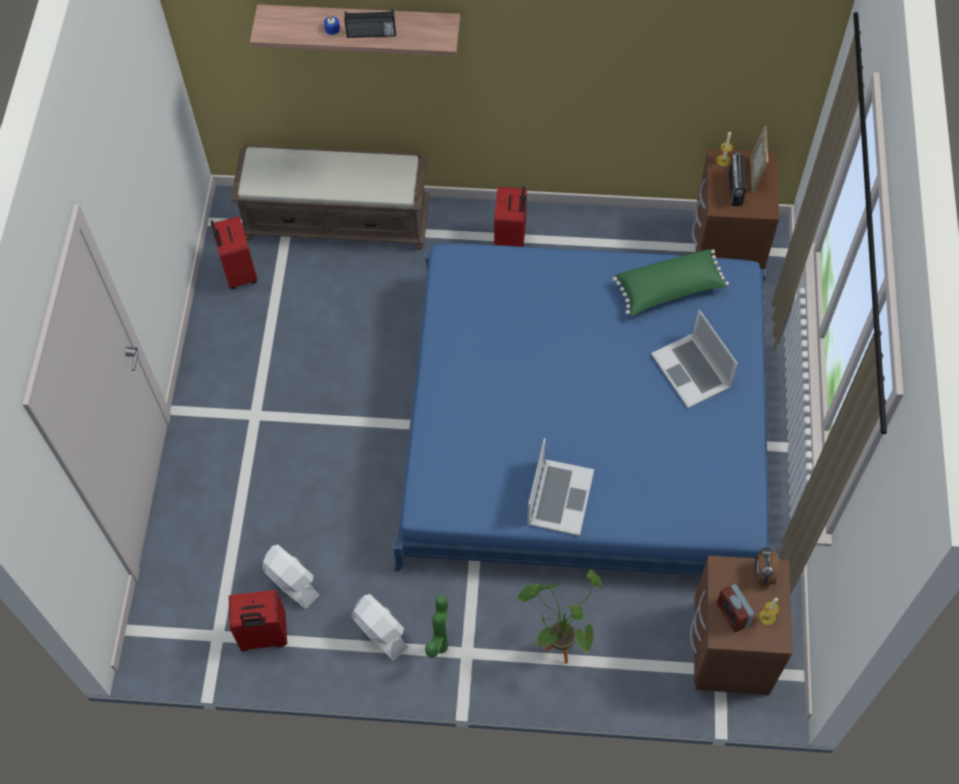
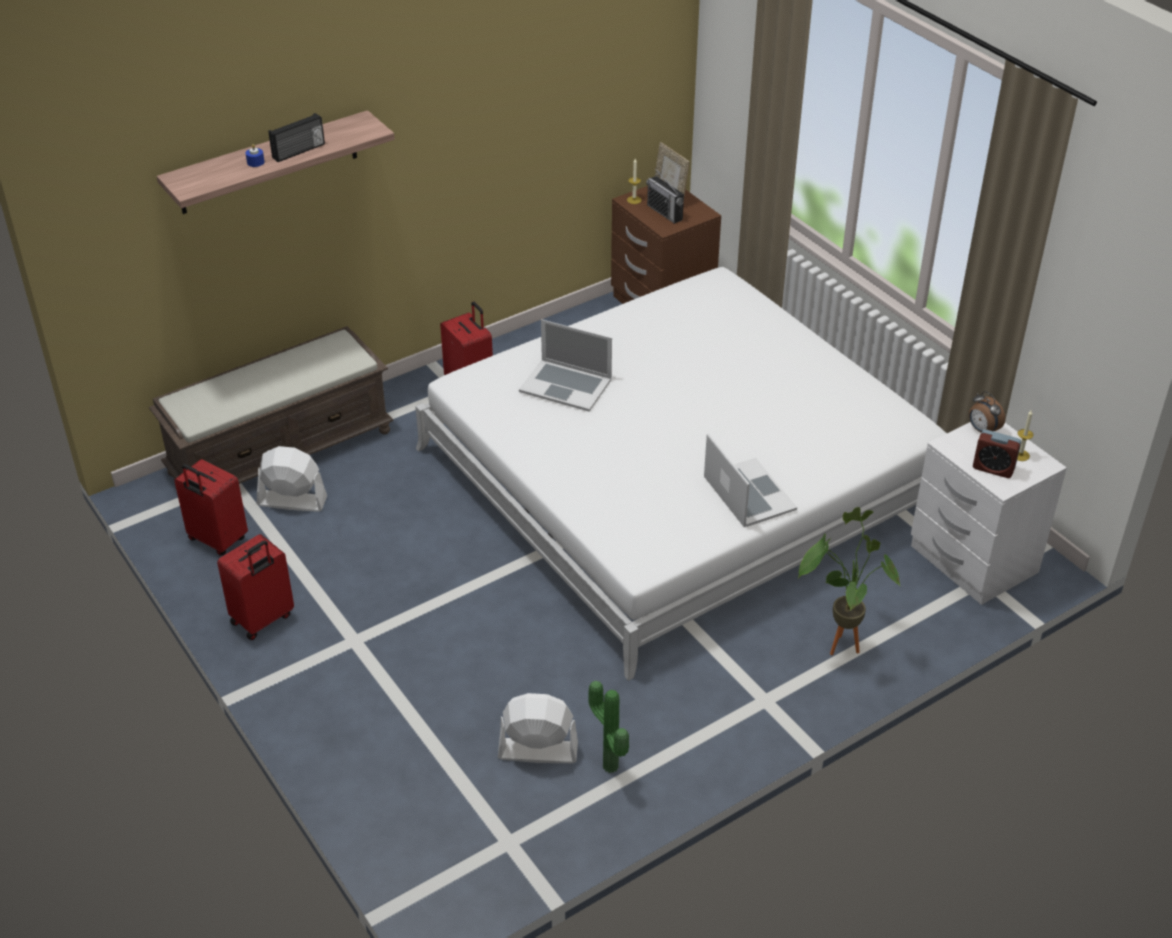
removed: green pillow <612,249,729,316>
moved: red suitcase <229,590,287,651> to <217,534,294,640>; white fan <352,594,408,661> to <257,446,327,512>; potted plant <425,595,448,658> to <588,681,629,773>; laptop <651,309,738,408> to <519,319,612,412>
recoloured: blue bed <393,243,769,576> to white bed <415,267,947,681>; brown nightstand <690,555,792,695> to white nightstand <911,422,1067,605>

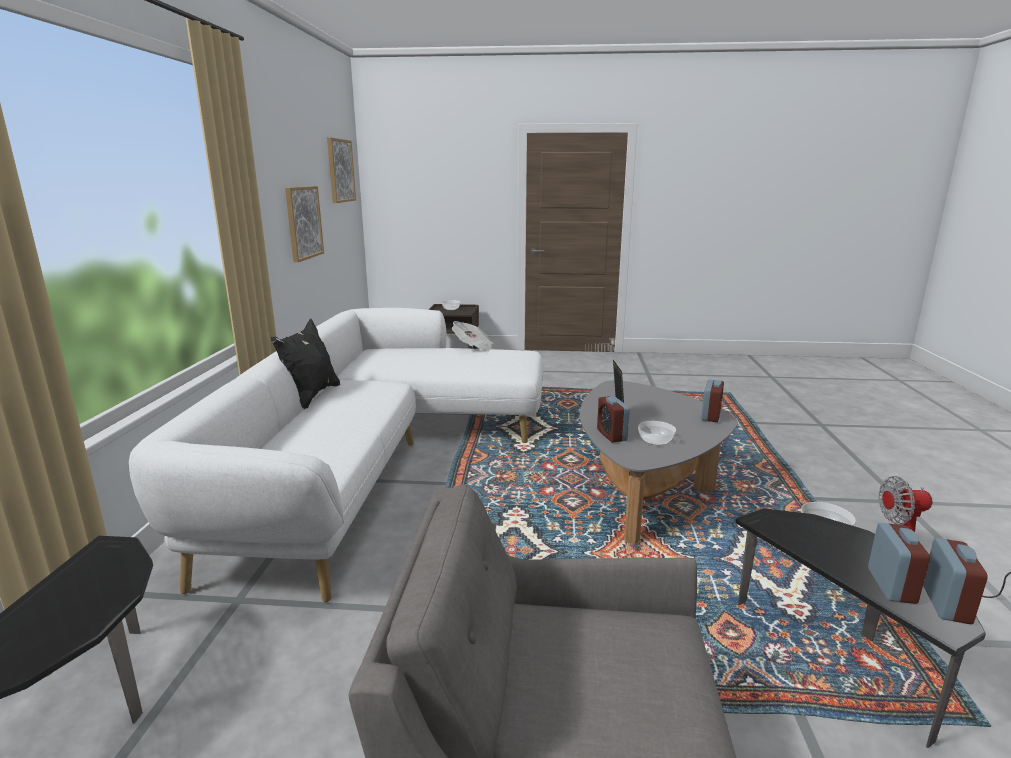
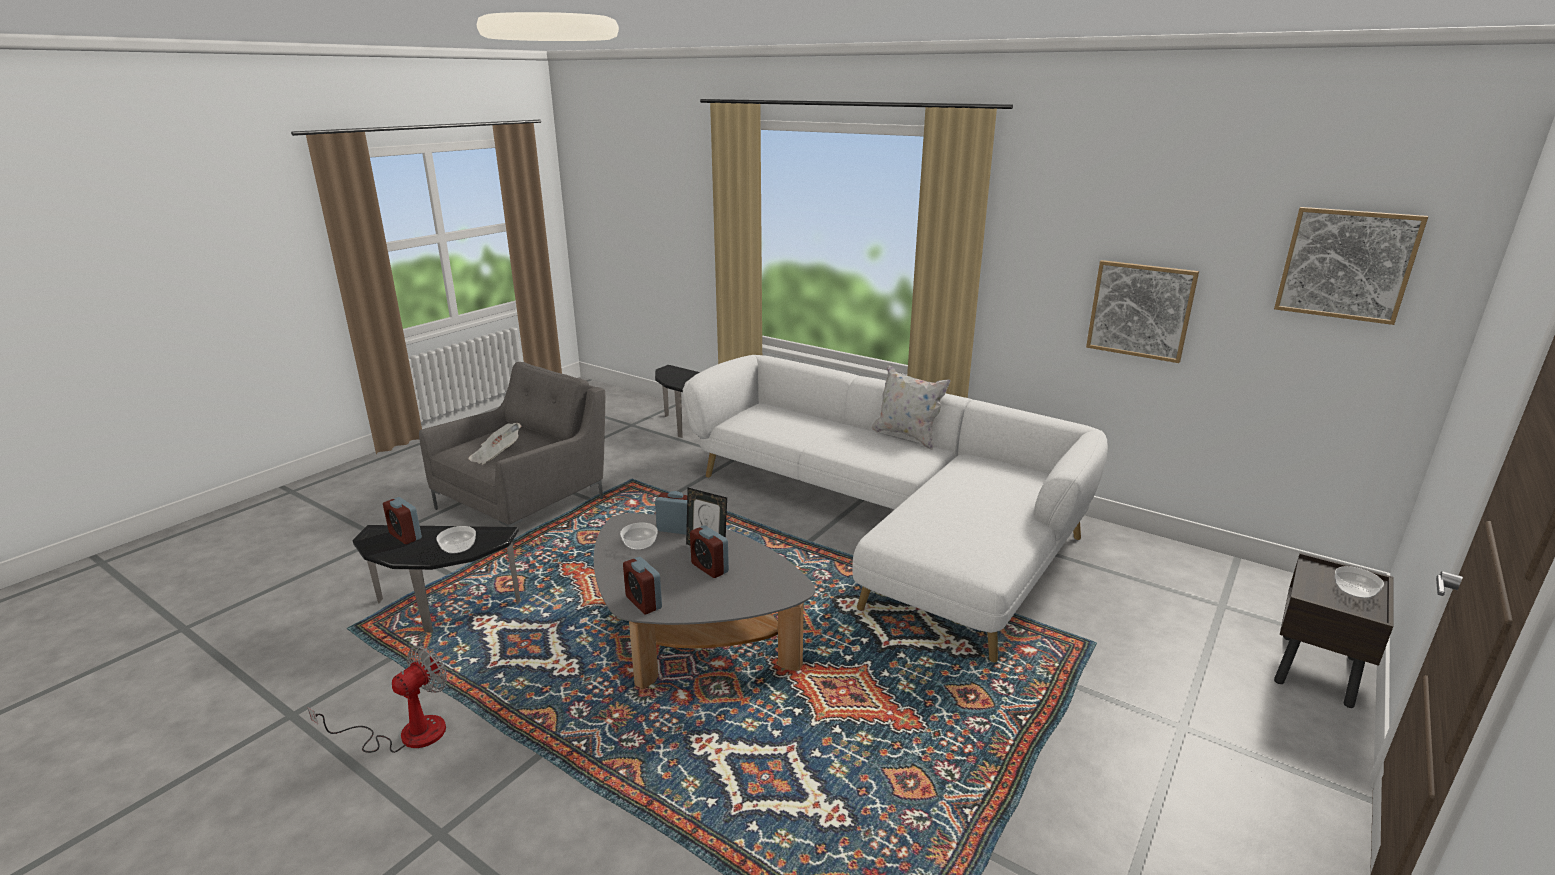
moved: newspaper <452,321,493,352> to <469,423,521,465>; alarm clock <923,538,988,624> to <690,525,729,578>
recoloured: black pillow <271,319,340,409> to white pillow <872,365,951,450>

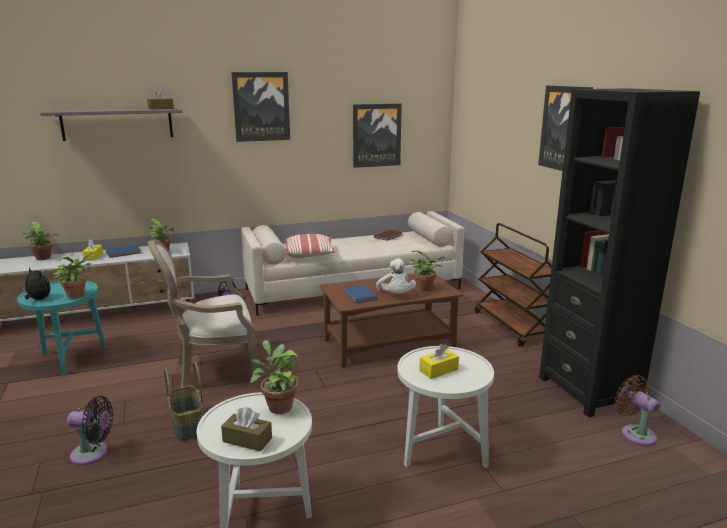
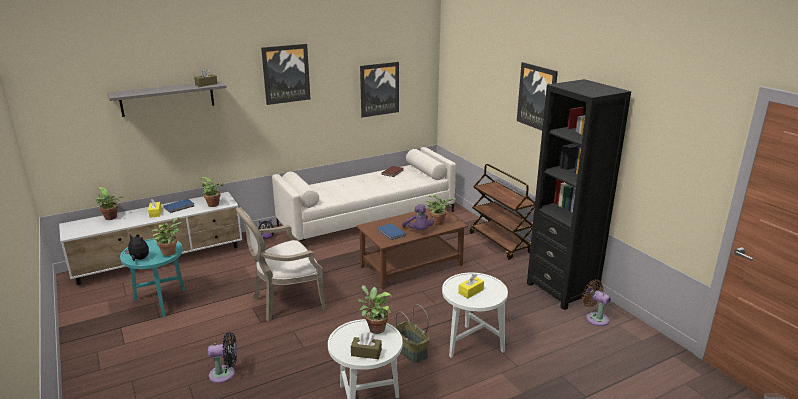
removed: pillow <285,234,335,258>
moved: basket <164,362,203,441> to <394,304,429,363>
recoloured: white plush toy <376,259,416,294> to purple plush toy <402,204,434,230>

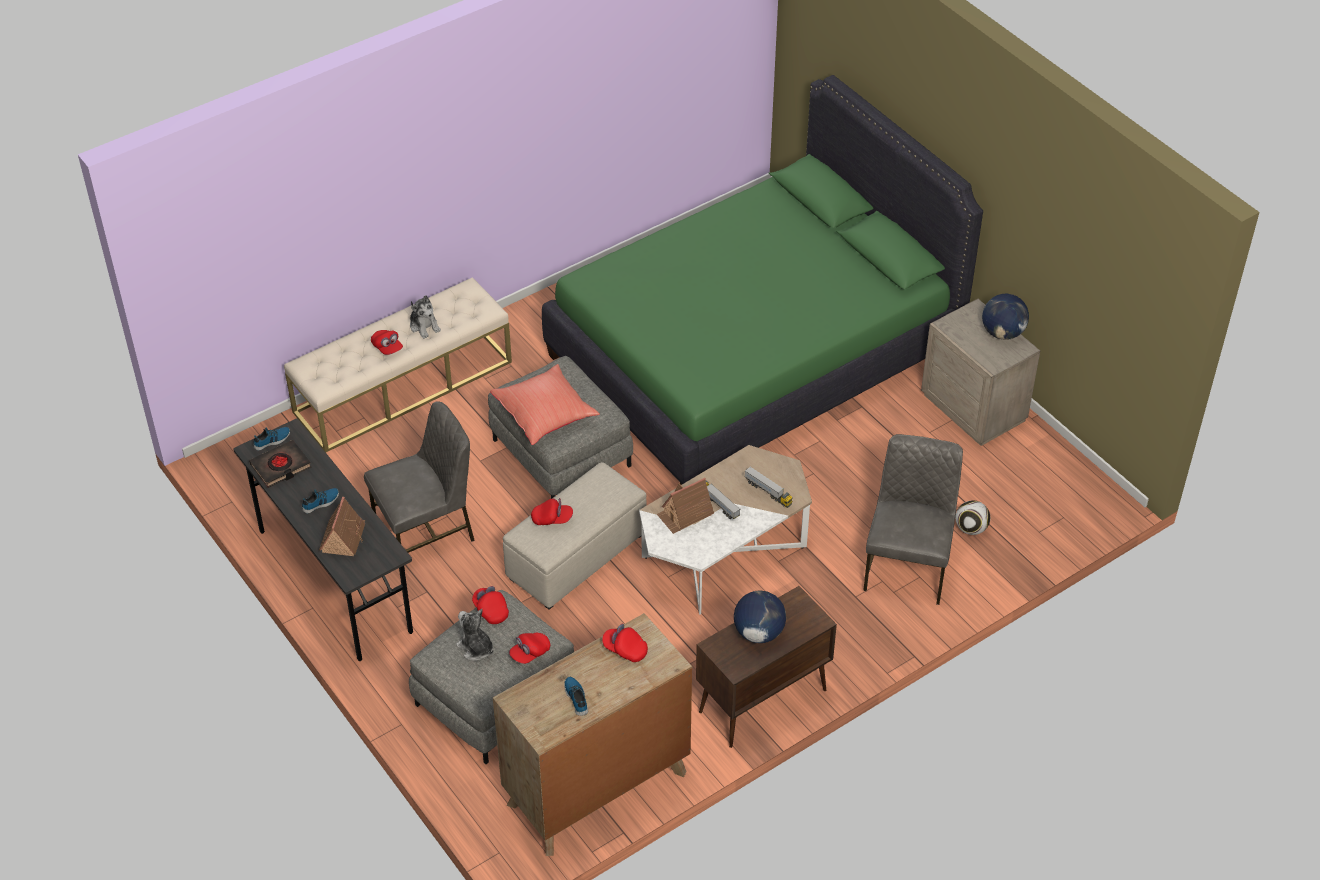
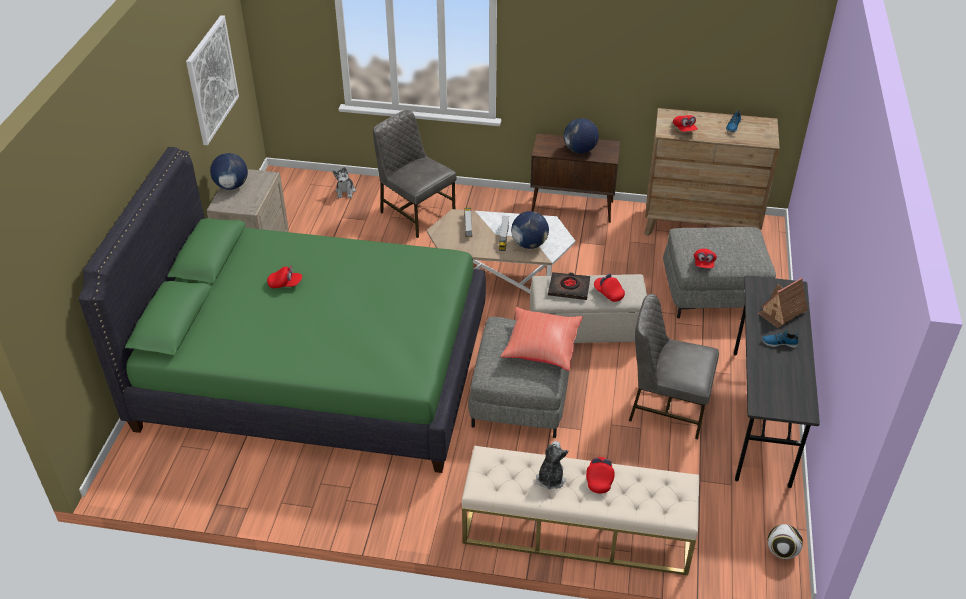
removed: shoe <253,427,290,451>
added: picture <186,15,239,145>
moved: black book <249,440,311,488> to <548,272,590,300>; plush toy <456,609,494,661> to <332,167,356,198>; red cap <509,633,550,664> to <267,265,302,288>; football <955,500,990,535> to <767,524,803,559>
replaced: toy house <657,478,714,534> to globe <511,211,549,249>
turned: grey chair <863,434,963,605> = <373,110,457,238> 75 degrees clockwise

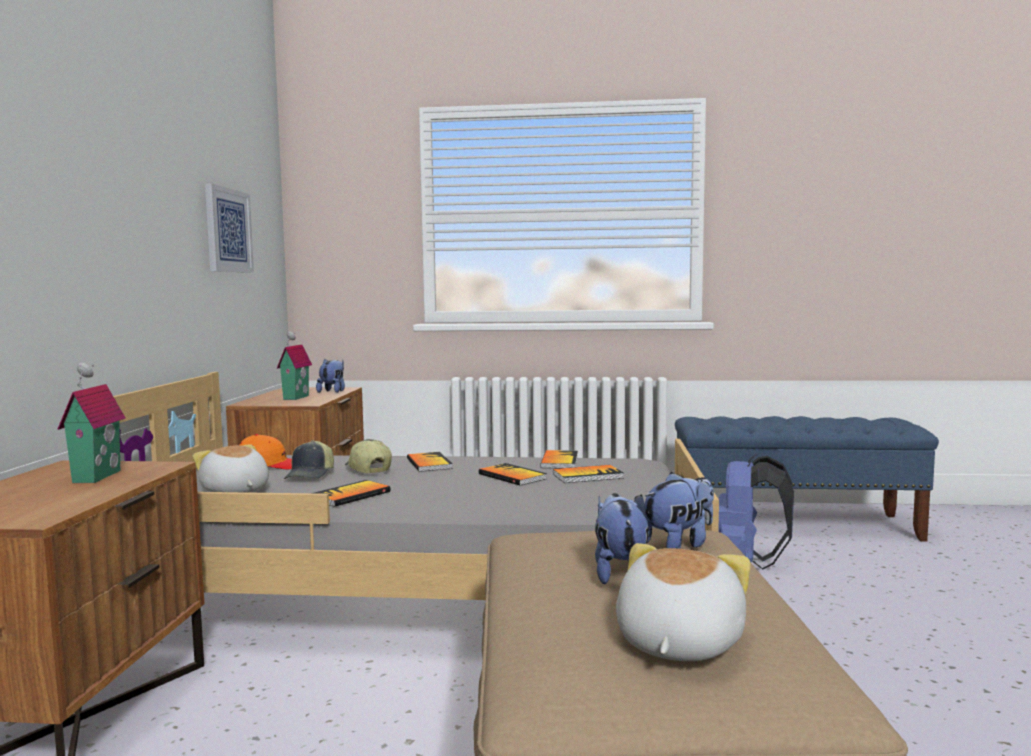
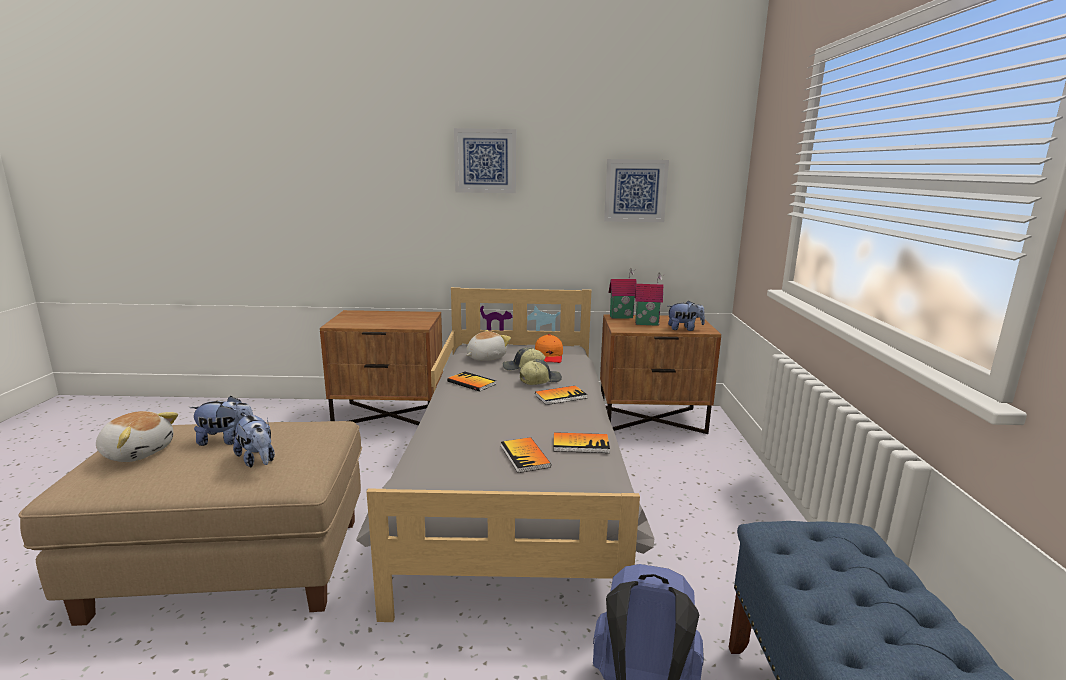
removed: book <479,463,547,486>
added: picture <454,128,516,193>
moved: toy house <58,362,125,483> to <608,267,637,319>

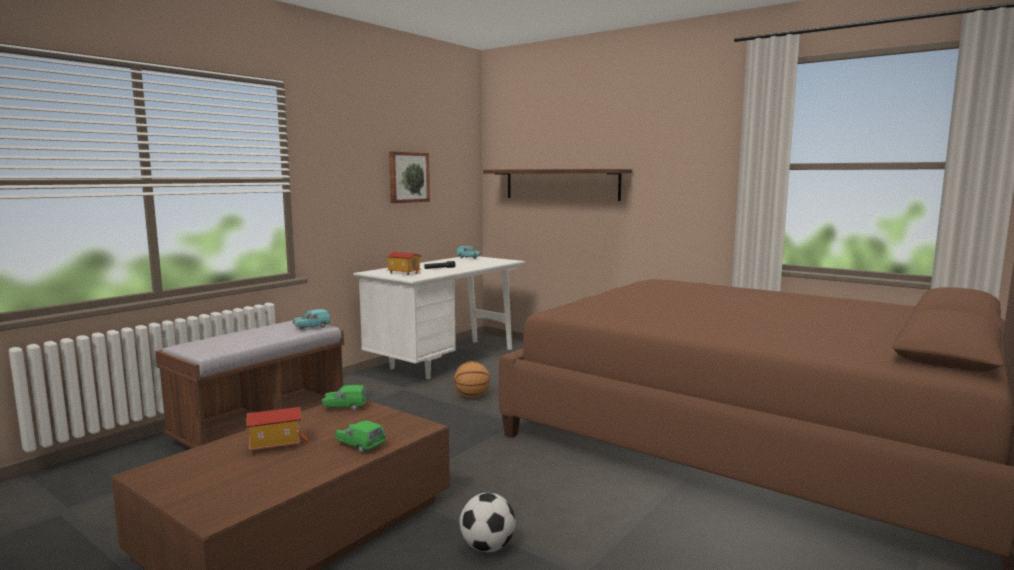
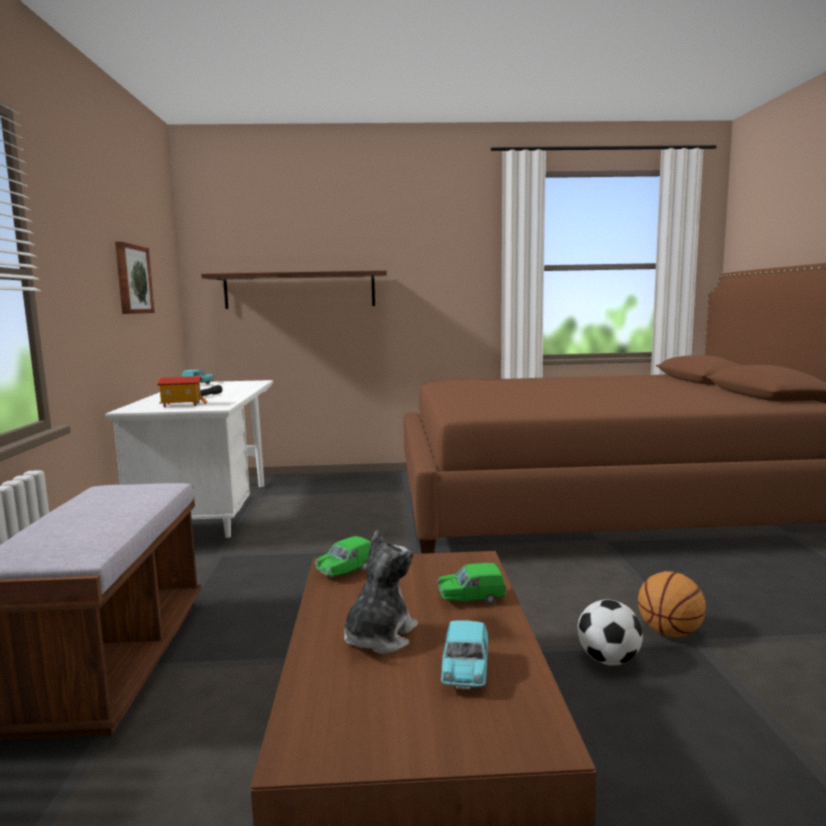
moved: turquoise toy car <292,309,331,329> to <441,620,488,690>; basketball <454,361,490,398> to <638,571,706,637>
replaced: toy house <247,407,308,454> to plush toy <344,530,418,654>

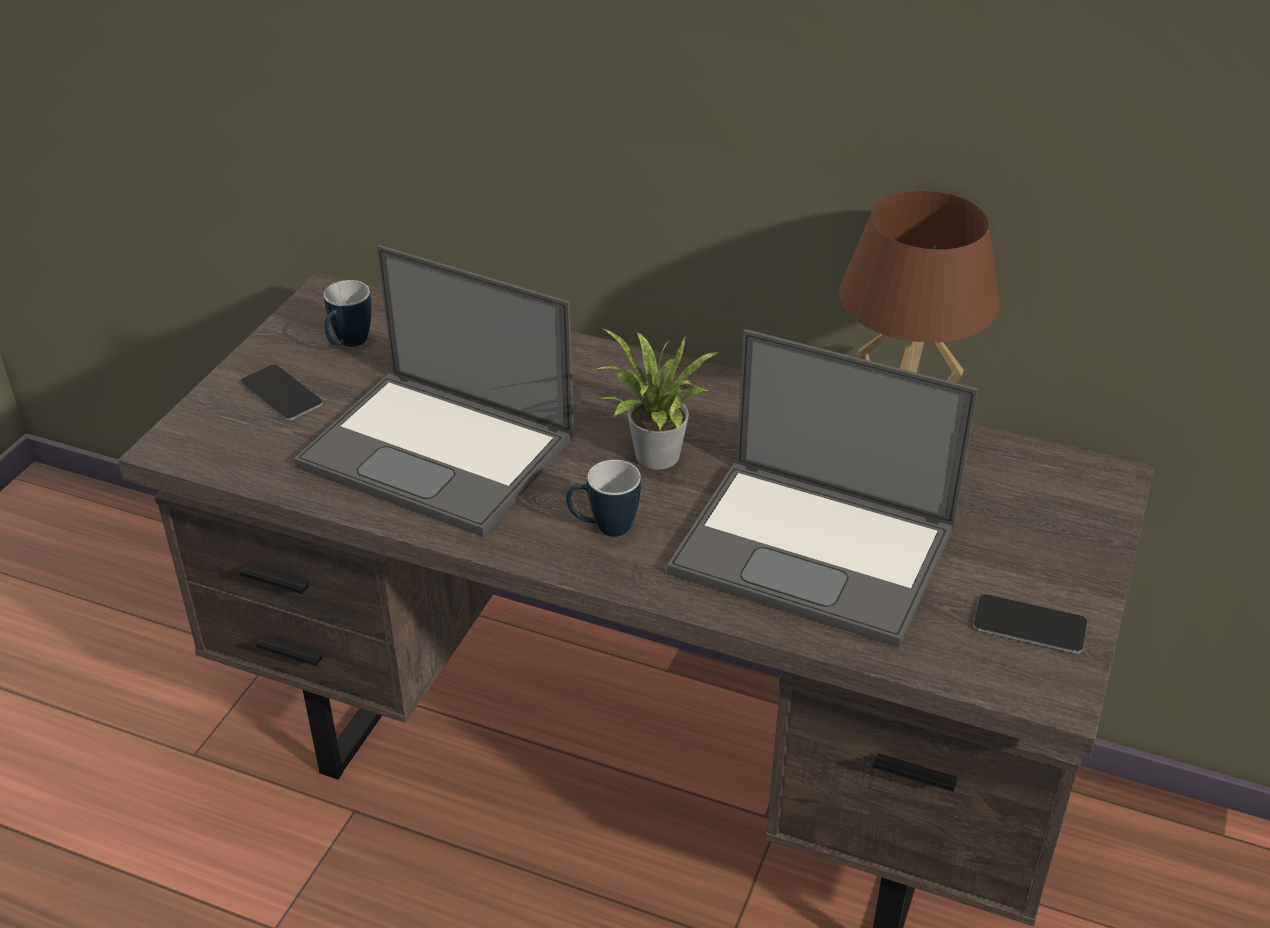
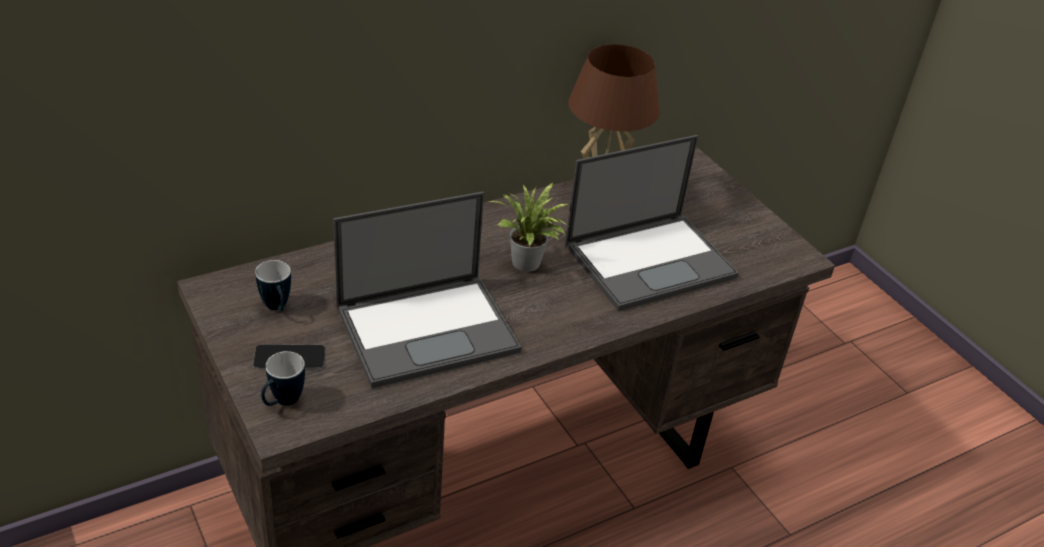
removed: phone <973,594,1087,654>
moved: mug <566,460,641,537> to <261,351,305,406>

